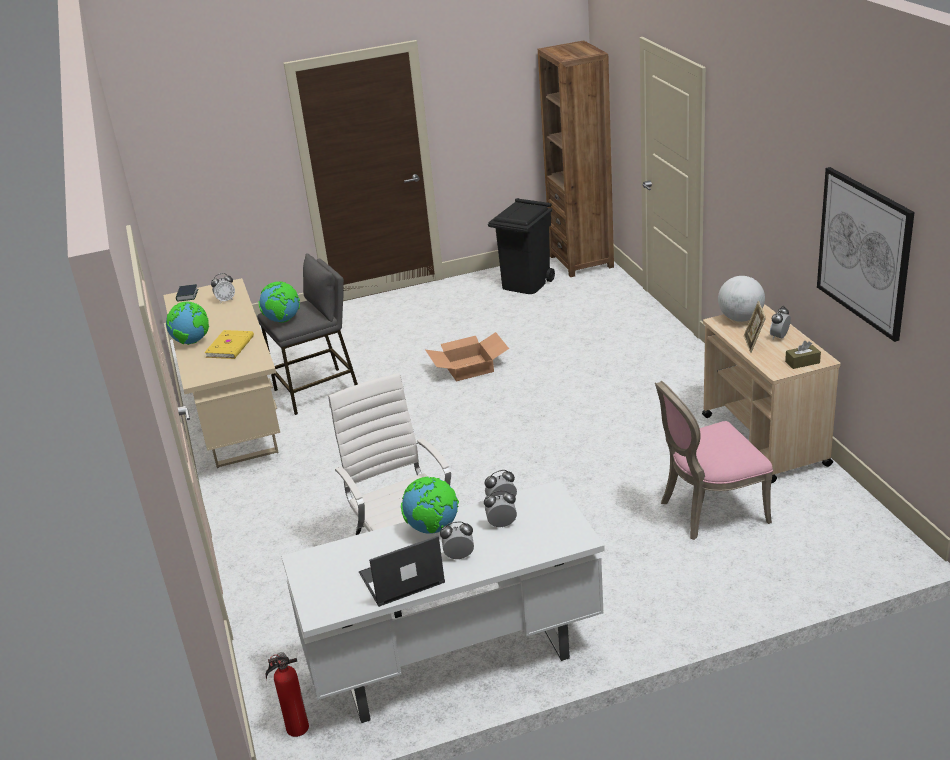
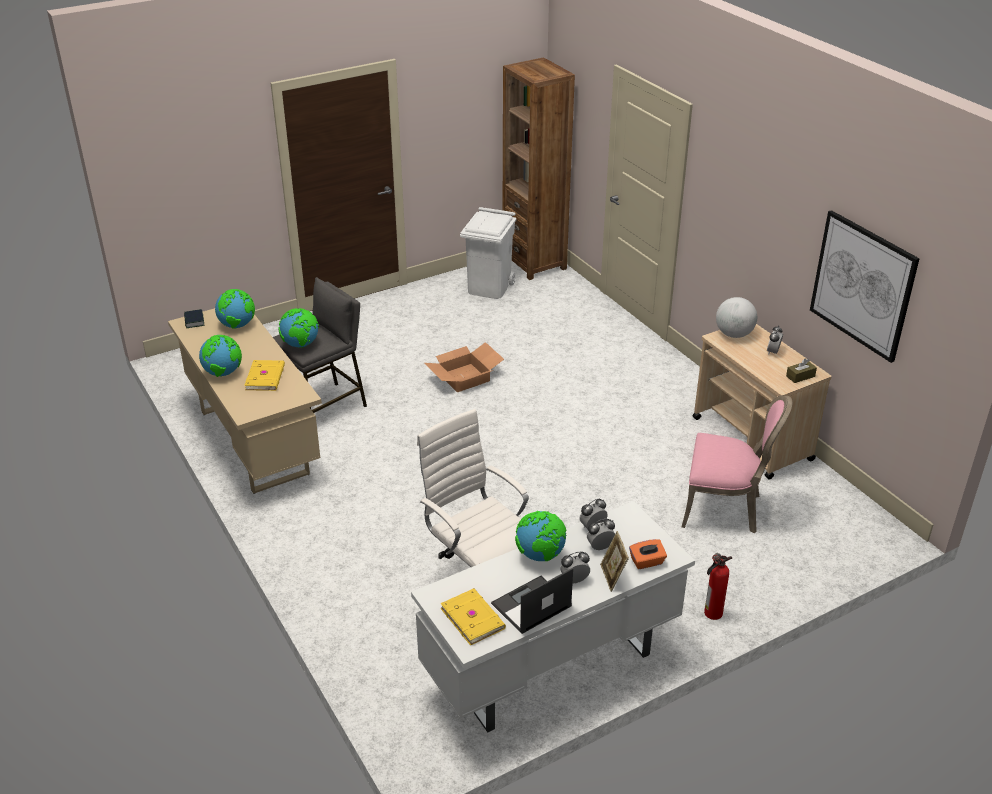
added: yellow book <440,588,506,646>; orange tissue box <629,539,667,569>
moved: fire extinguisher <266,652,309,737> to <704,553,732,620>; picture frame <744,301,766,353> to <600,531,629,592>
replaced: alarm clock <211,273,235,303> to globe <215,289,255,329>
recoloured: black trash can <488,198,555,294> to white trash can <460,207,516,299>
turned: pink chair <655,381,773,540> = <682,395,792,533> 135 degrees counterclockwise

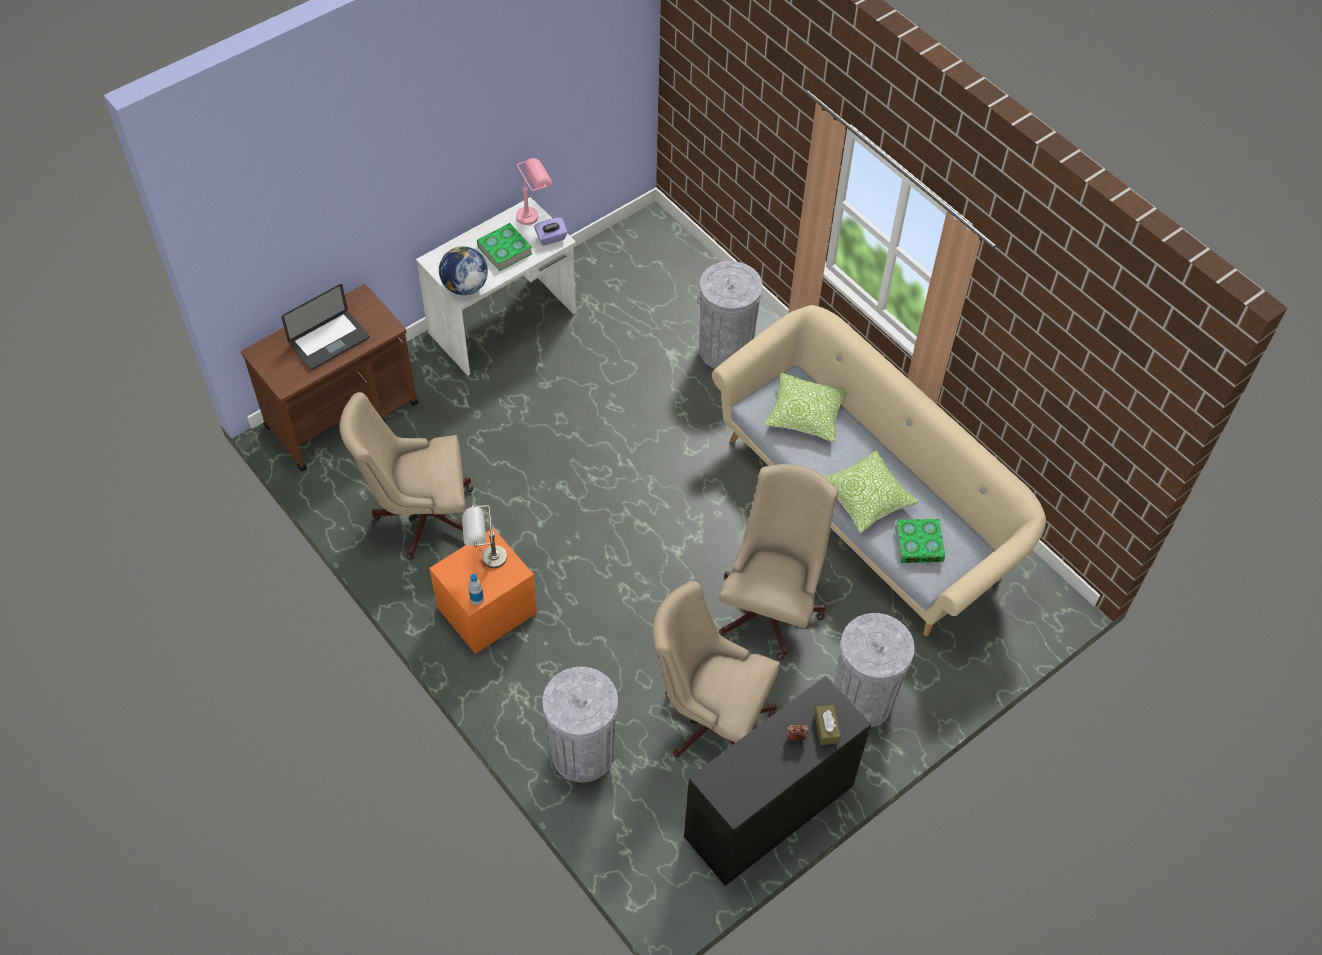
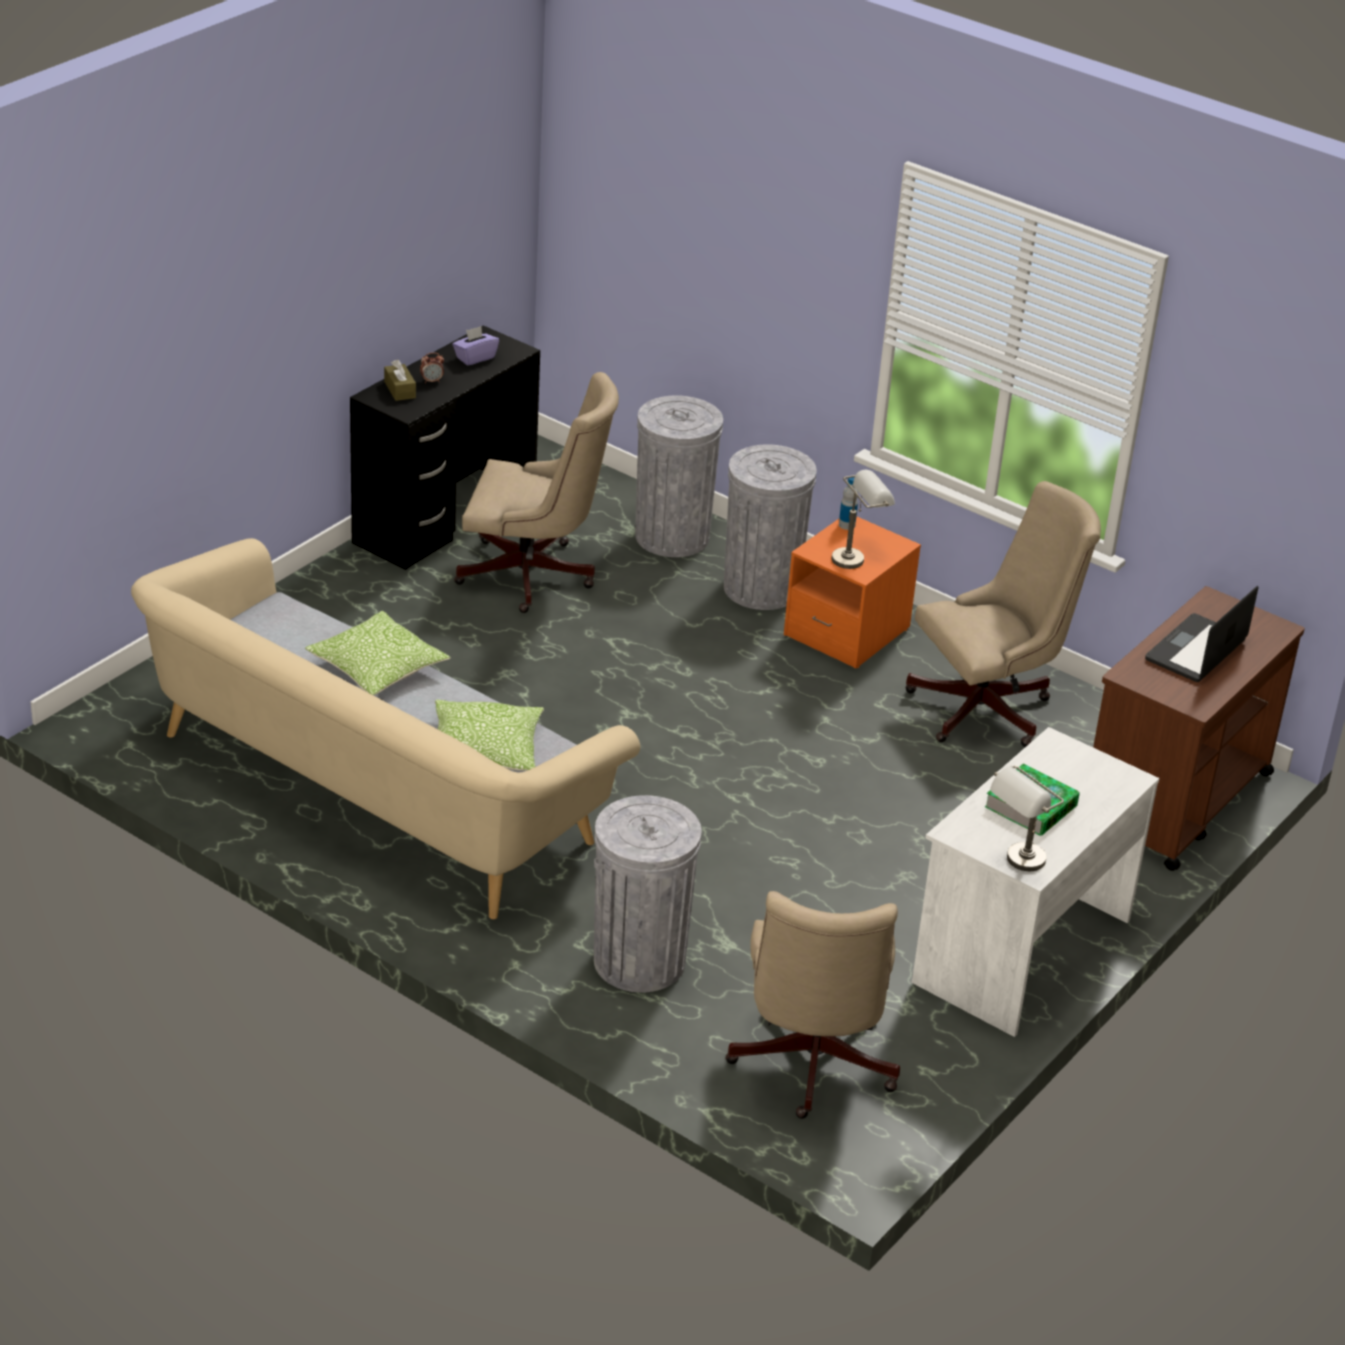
removed: globe <439,246,488,295>; book <895,519,945,563>
moved: purple tissue box <534,217,568,246> to <452,326,499,366>; beige office chair <719,464,838,660> to <725,891,900,1119>; grey trash can <834,613,915,728> to <724,444,817,610>
recoloured: pink table lamp <516,158,552,225> to grey table lamp <990,766,1064,871>

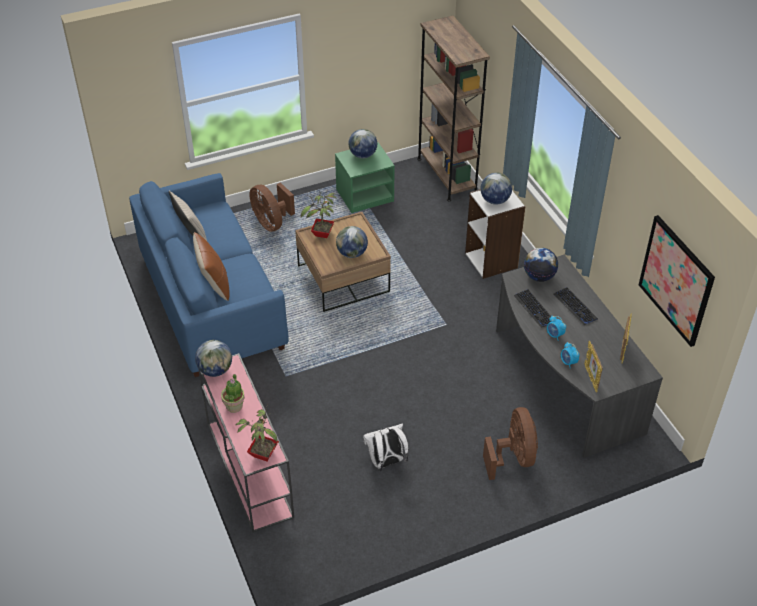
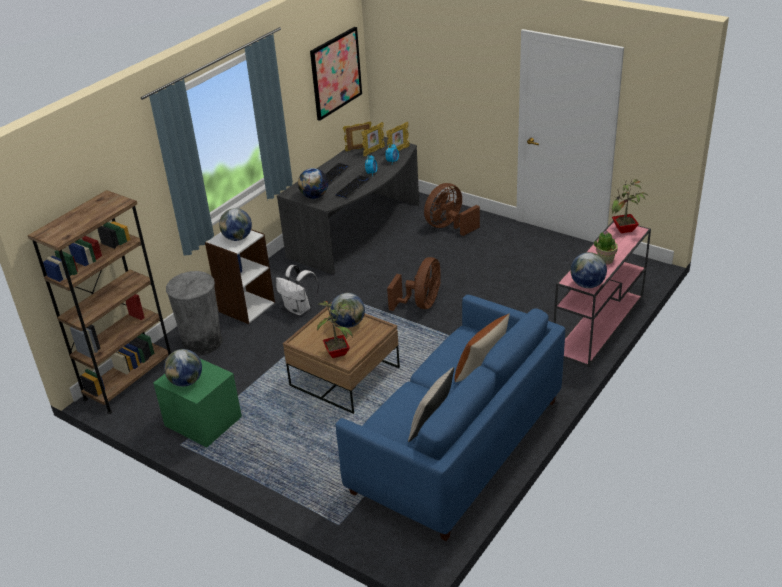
added: grey trash can <166,271,222,355>; picture frame <361,122,385,156>
moved: brown fan <249,182,295,232> to <387,257,441,311>; white backpack <363,423,409,471> to <276,265,319,315>

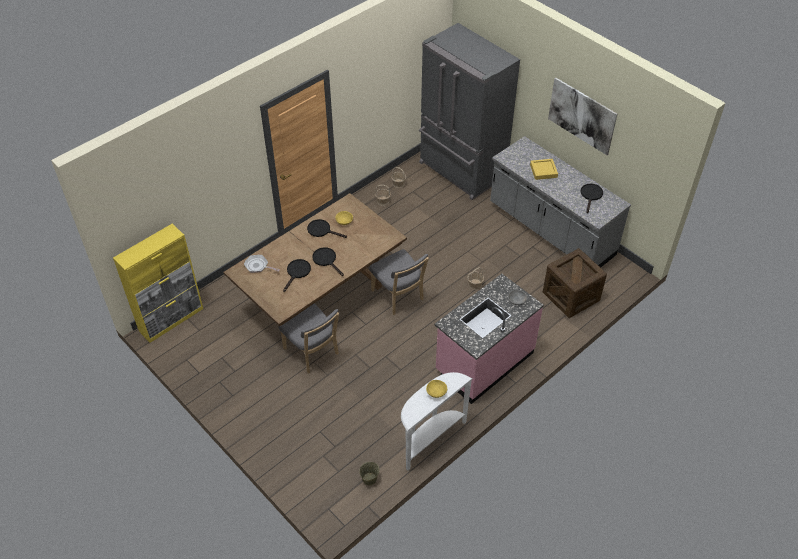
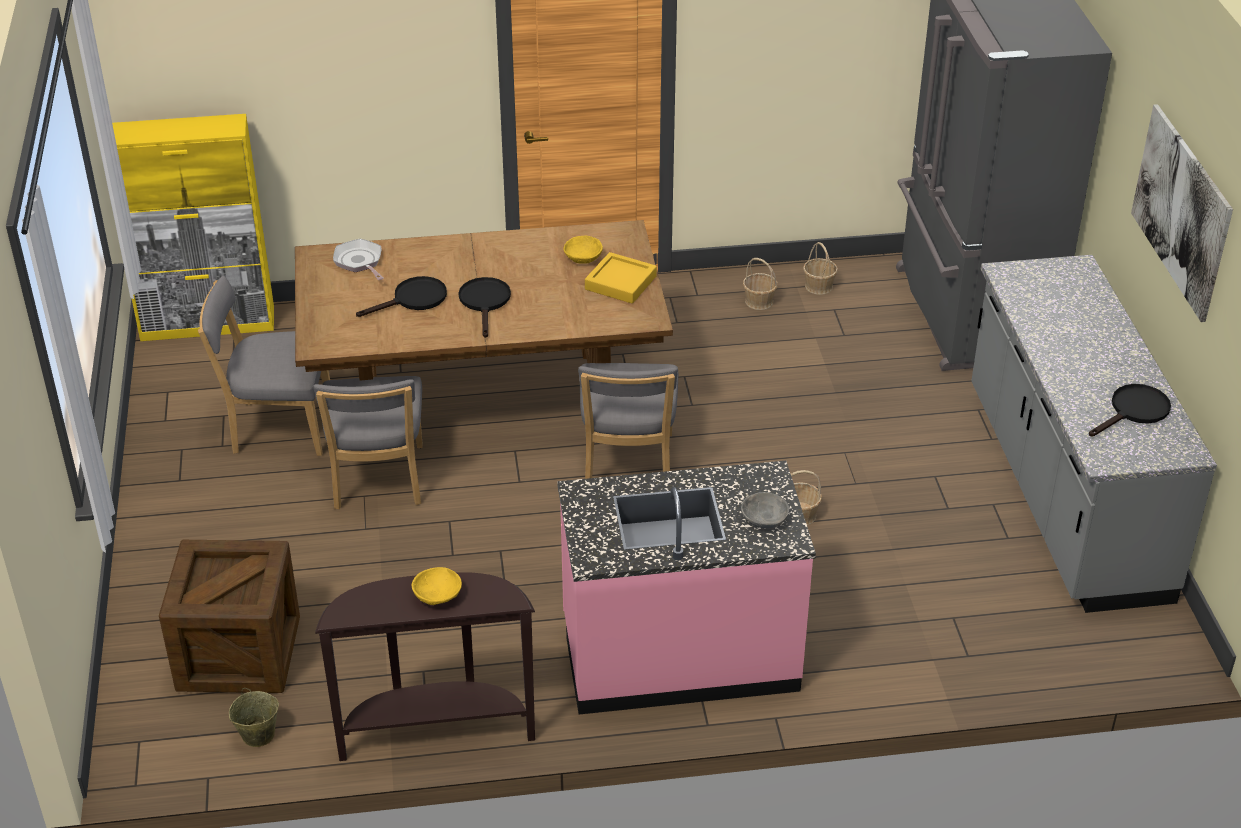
removed: black frying pan <307,219,347,238>
added: grey chair <198,276,330,456>
moved: yellow tray <530,159,558,180> to <585,252,657,304>; crate <543,248,607,318> to <159,540,300,693>
recoloured: white console table <401,372,472,471> to brown console table <315,572,535,761>

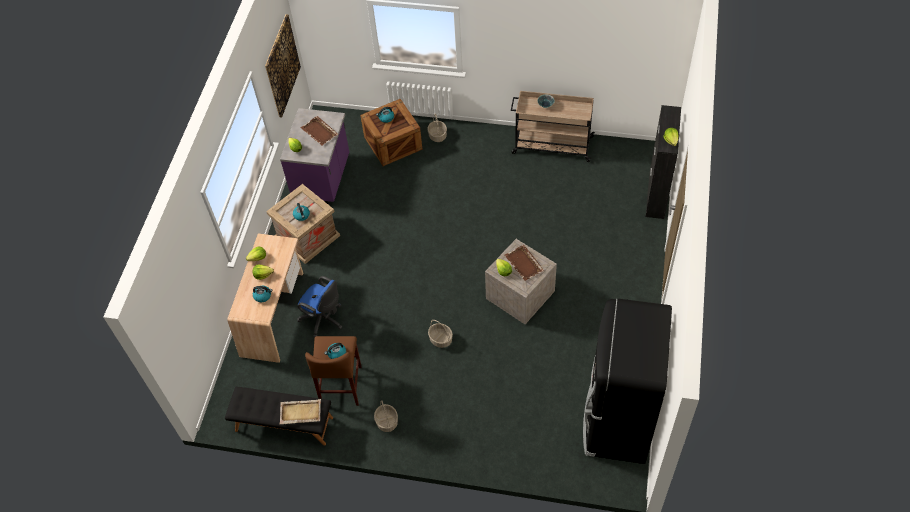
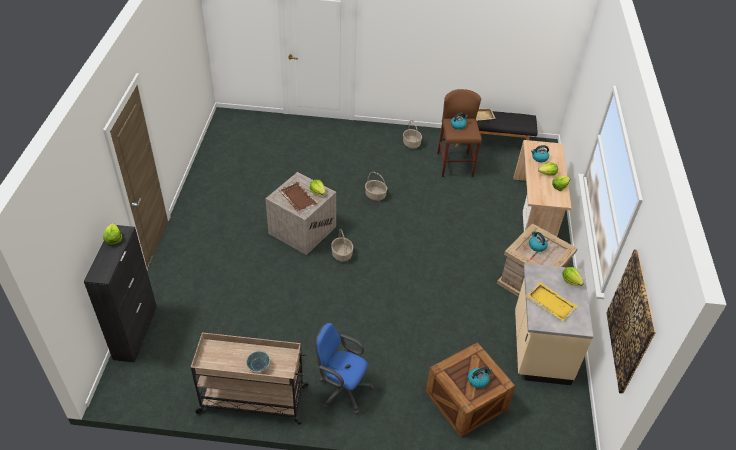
removed: black fridge <583,299,672,464>
moved: blue office chair <297,276,342,338> to <316,323,374,414>; basket <427,113,447,142> to <331,229,353,262>
recoloured: purple counter <280,108,349,205> to beige counter <515,263,594,385>; brown tray <300,116,338,145> to yellow tray <526,282,578,321>

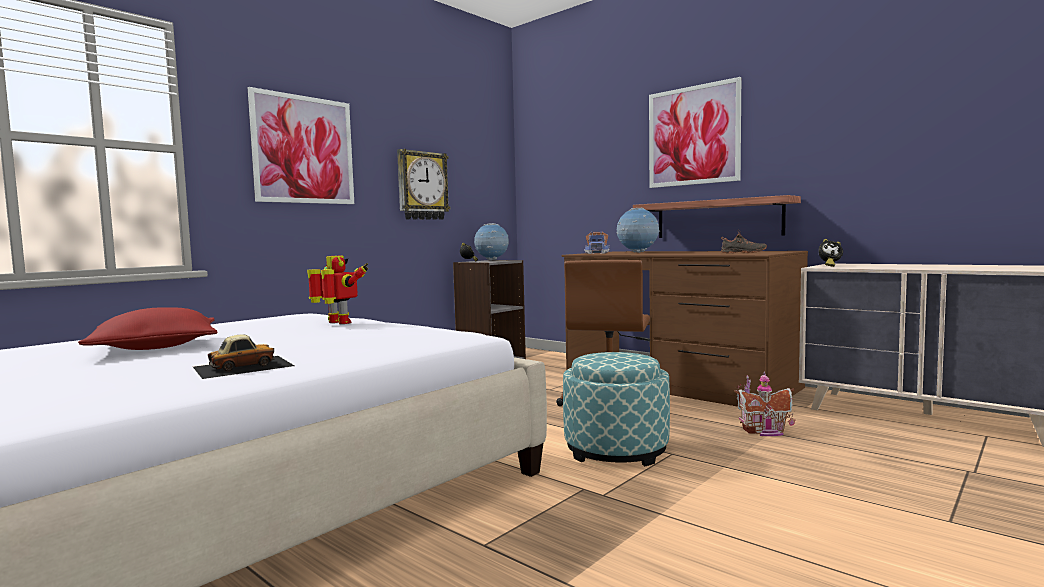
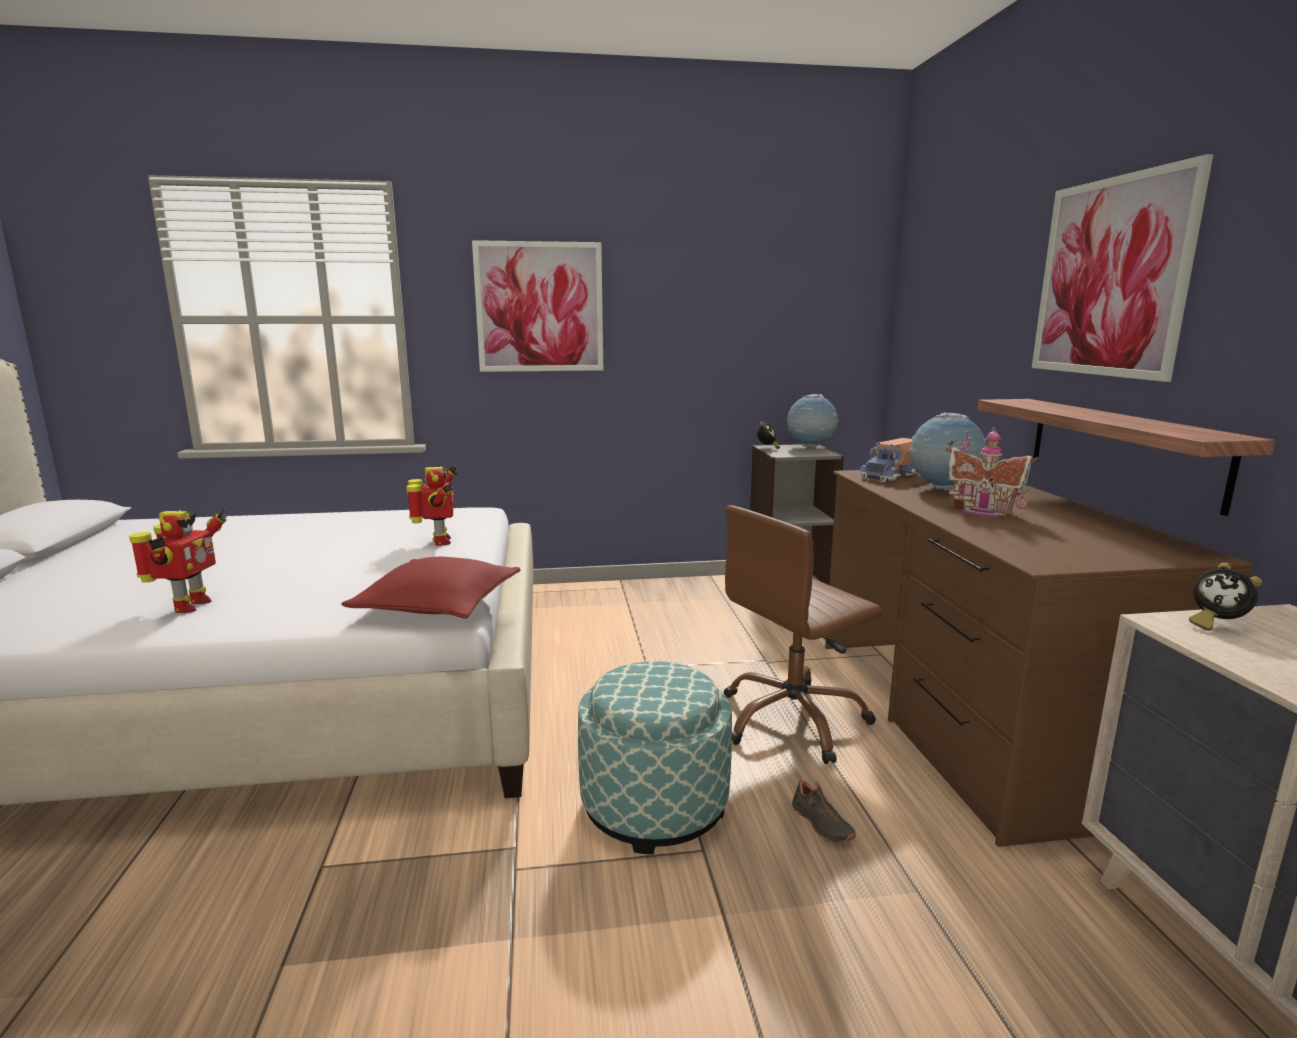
removed: wall clock <397,149,450,220>
moved: red pillow <78,307,218,350> to <341,557,521,619>; black shoe <721,233,767,253> to <792,776,856,843>; toy house <734,372,795,436> to <946,426,1038,518>
replaced: toy car <193,334,294,379> to toy robot <129,509,227,613>

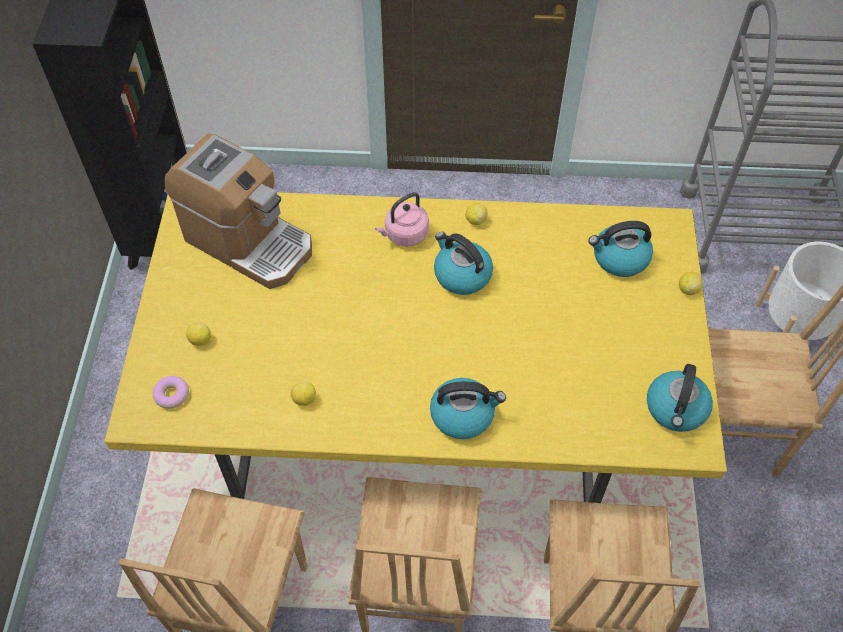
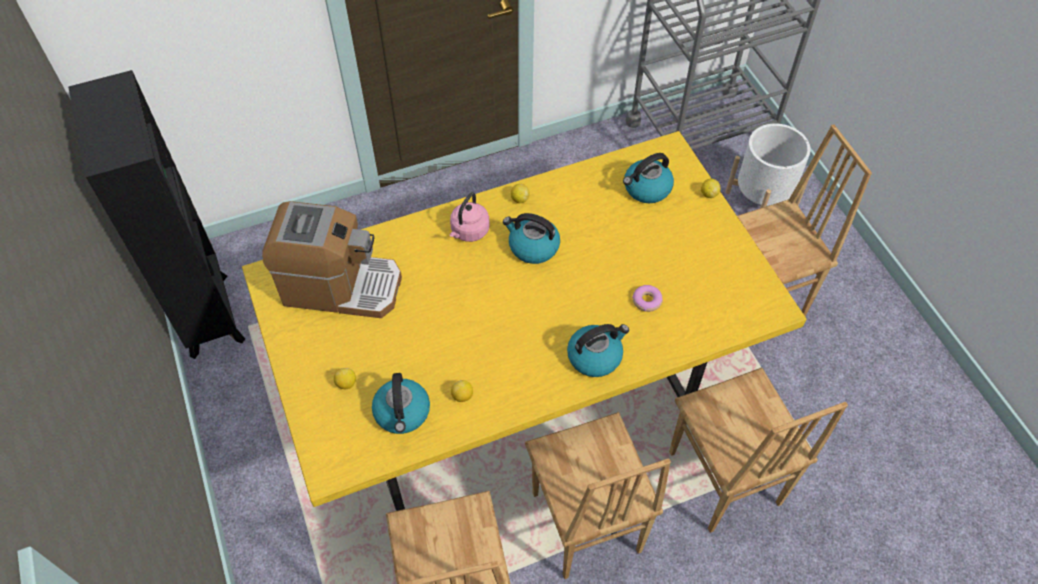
moved: donut <153,376,189,409> to <632,285,663,312>; kettle <647,364,713,432> to <372,373,430,434>

